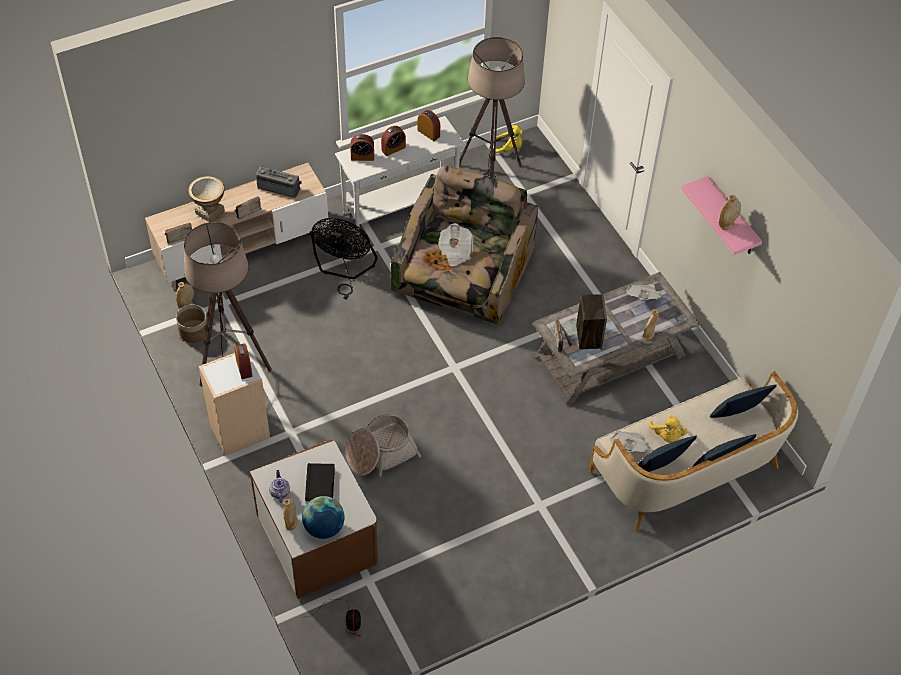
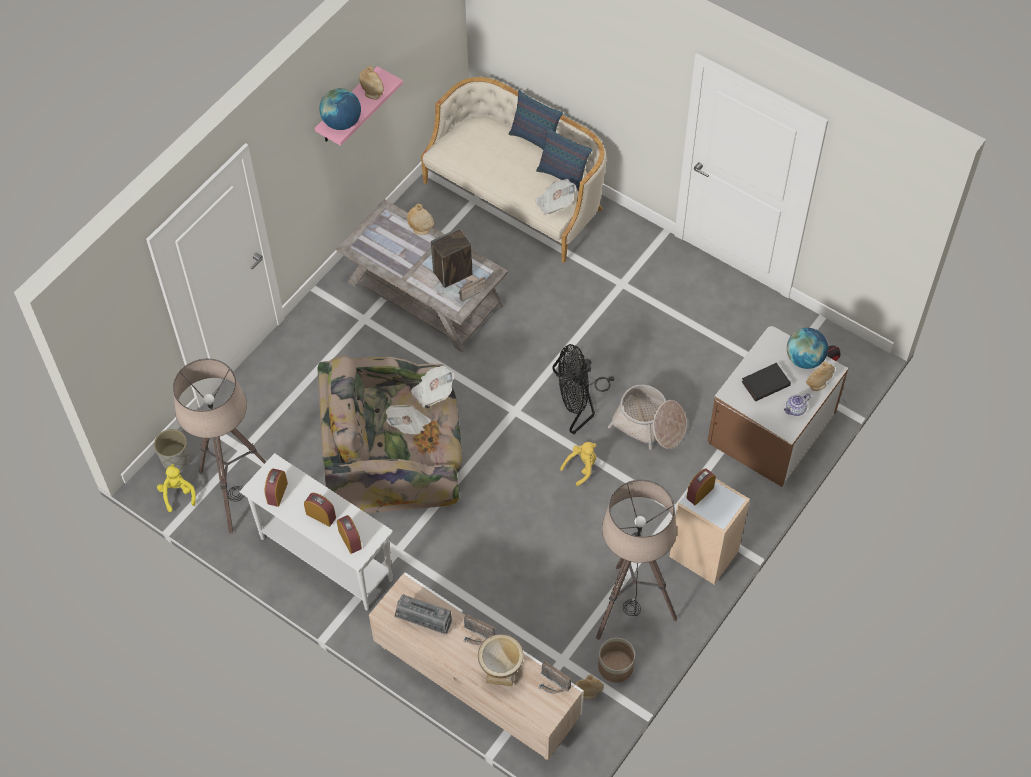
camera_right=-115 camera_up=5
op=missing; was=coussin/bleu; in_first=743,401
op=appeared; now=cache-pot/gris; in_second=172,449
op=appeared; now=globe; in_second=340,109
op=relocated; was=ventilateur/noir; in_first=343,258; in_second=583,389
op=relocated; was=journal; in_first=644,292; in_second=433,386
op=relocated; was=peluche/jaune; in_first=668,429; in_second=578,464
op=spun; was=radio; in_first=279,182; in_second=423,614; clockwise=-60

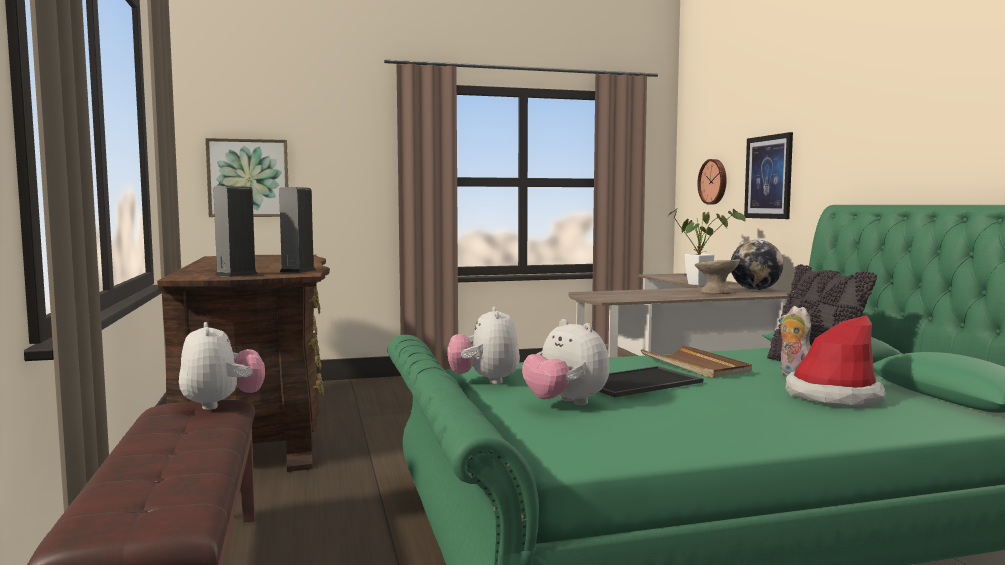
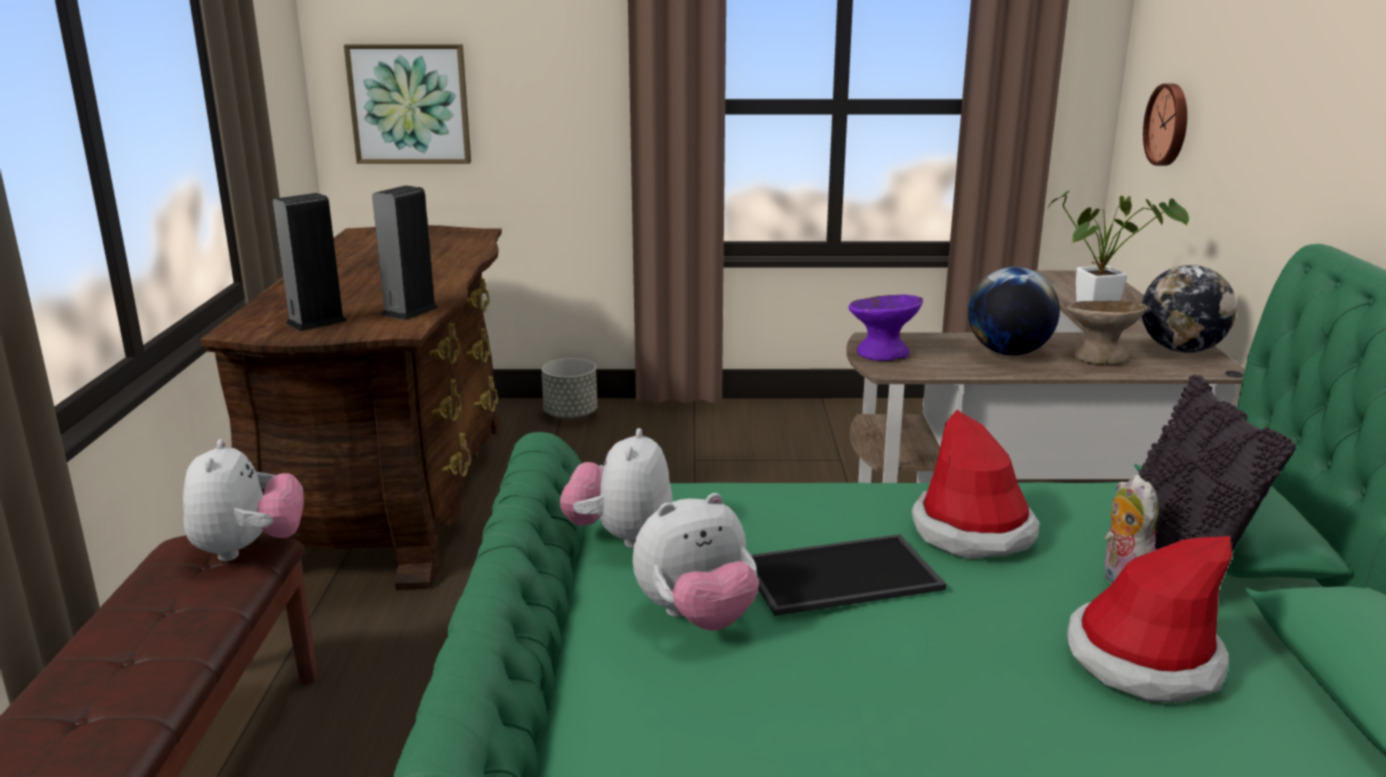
camera_right=15 camera_up=15
op=missing; was=tableau; in_first=768,175
op=appeared; now=cache-pot/gris; in_second=569,389
op=appeared; now=bol/violet; in_second=885,327
op=appeared; now=globe; in_second=1014,311
op=exchanged; was=plateau/marron; now=chapeau; in_first=696,361; in_second=975,485
op=spun; was=peluche; in_first=566,362; in_second=696,562; clockwise=-90

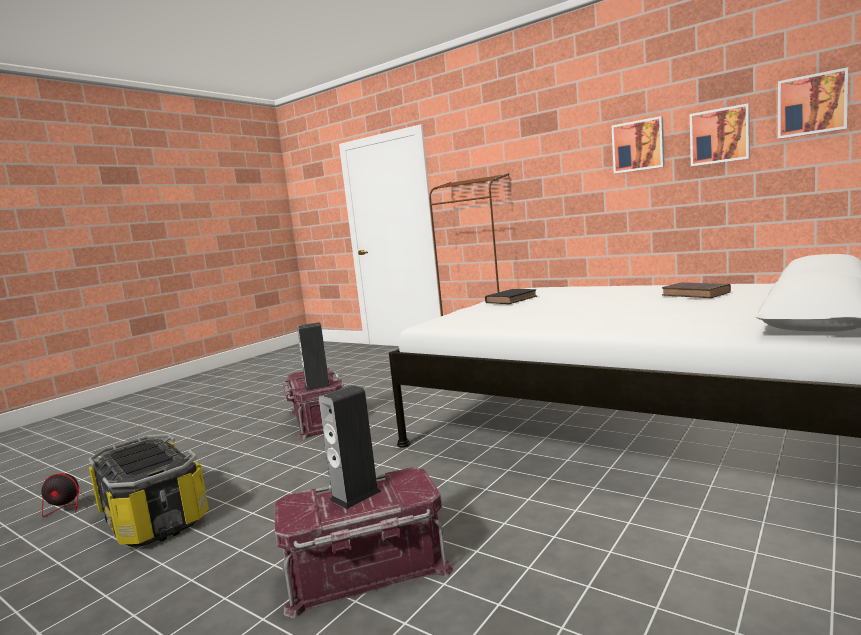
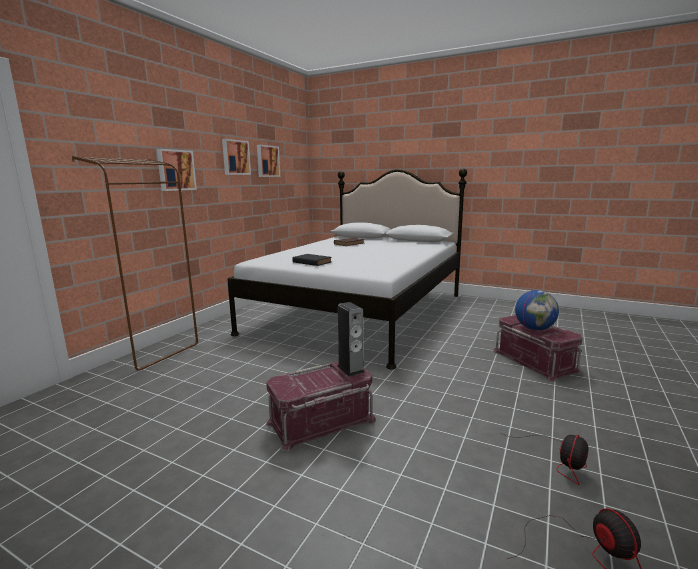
camera_right=-100 camera_up=5
op=relocated; was=tableau; in_first=813,103; in_second=177,170
op=exchanged; was=boîte de rangement; now=ventilateur; in_first=149,490; in_second=544,459
op=exchanged; was=enceinte; now=globe; in_first=350,447; in_second=537,310

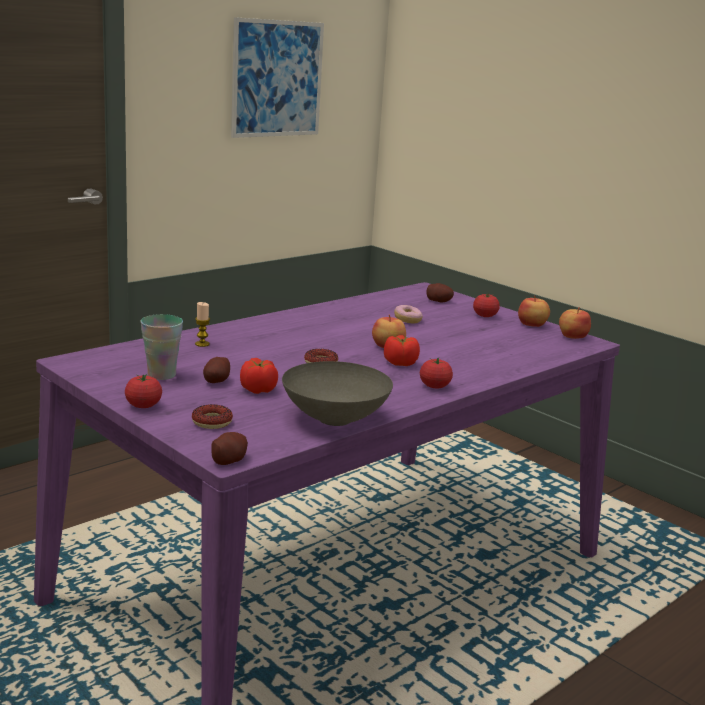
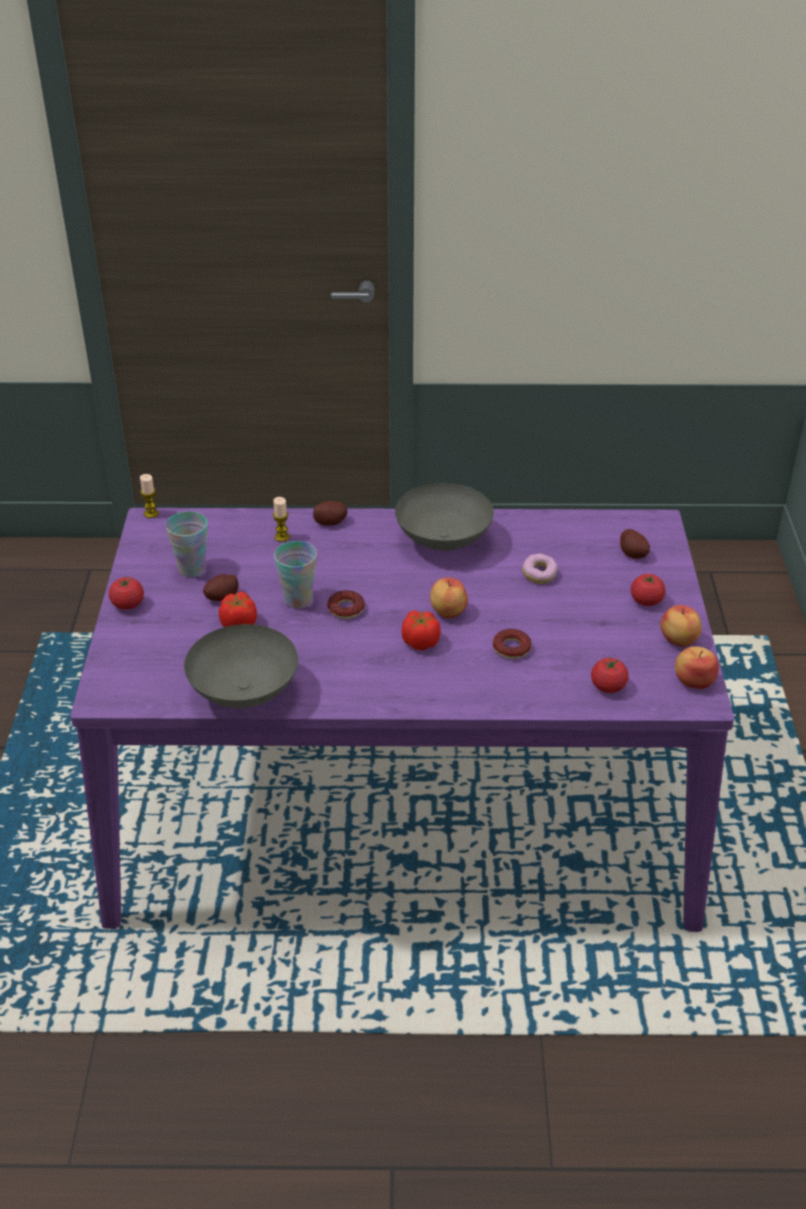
camera_right=45 camera_up=20
op=missing; was=tableau; in_first=277,77
op=appeared; now=bougie; in_second=149,496
op=appeared; now=tasse; in_second=295,575
op=appeared; now=bol/gris; in_second=444,517
op=relocated; was=beignet; in_first=212,416; in_second=512,644
op=relocated; was=pomme de terre; in_first=229,448; in_second=330,513
op=relocated; was=tomate; in_first=436,373; in_second=610,675

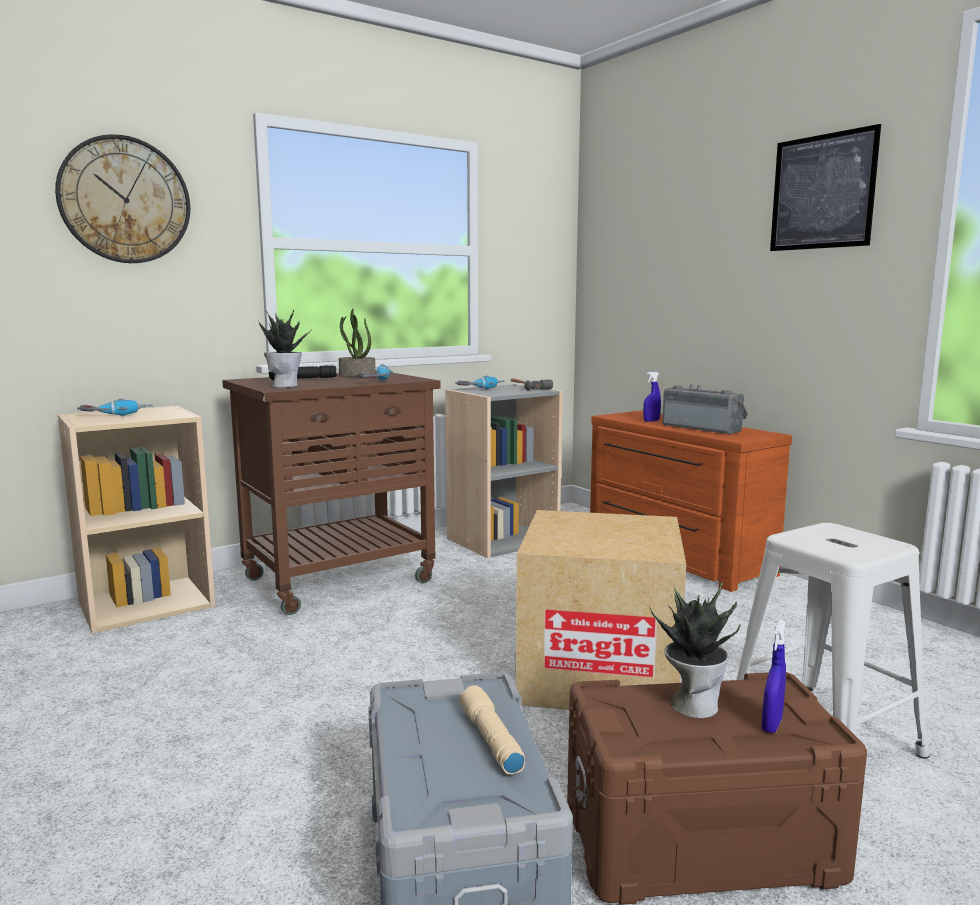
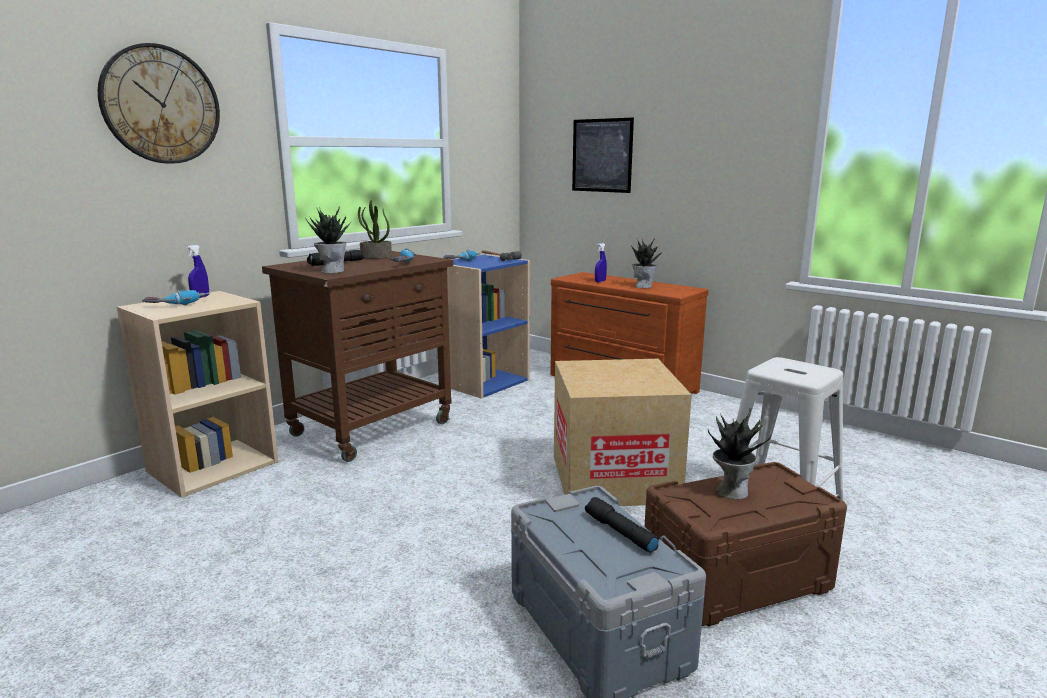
camera_right=-15 camera_up=5
op=relocated; was=vaporisateur/bleu; in_first=774,676; in_second=197,271
op=relocated; was=tableau; in_first=825,187; in_second=603,155
op=exchanged; was=radio; now=plante en pot; in_first=705,409; in_second=648,263
op=colour; was=bibliothèque/gris; now=bibliothèque/bleu; in_first=504,471; in_second=483,326
op=colour; was=lampe de poche/beige; now=lampe de poche/noir; in_first=492,729; in_second=622,525

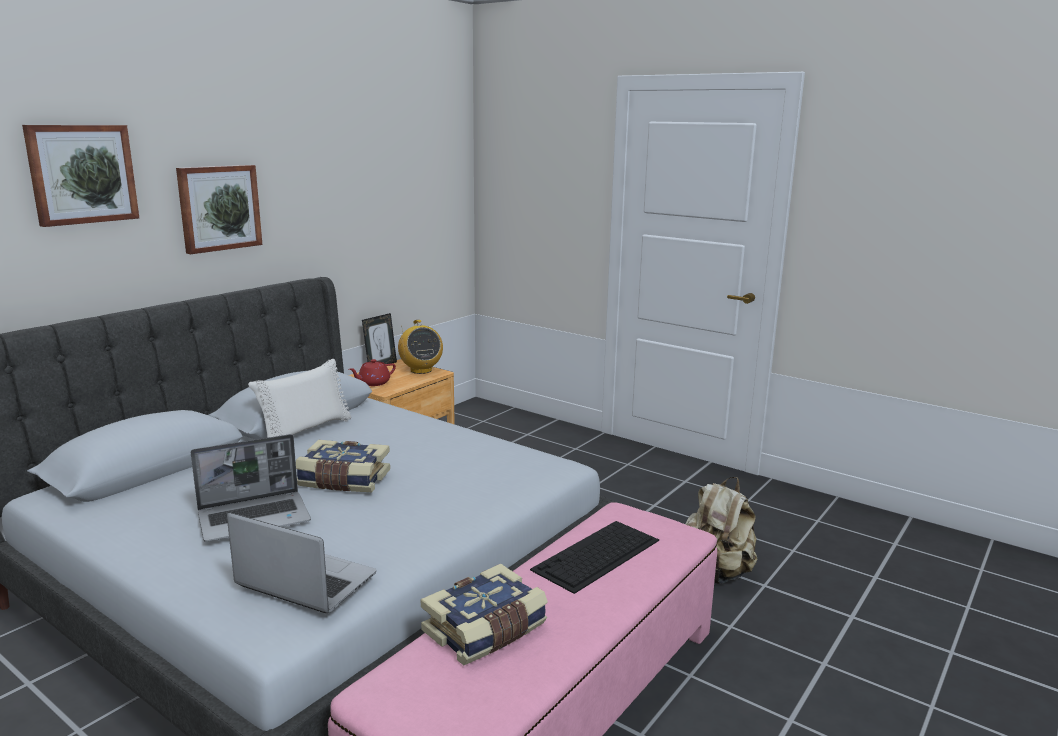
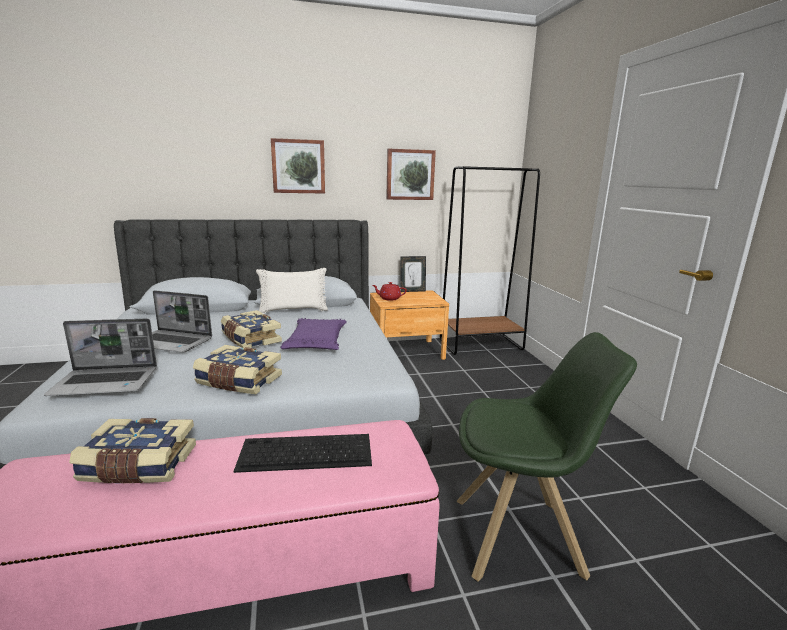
camera_right=40 camera_up=0
op=missing; was=radio; in_first=420,347
op=appeared; now=livre; in_second=237,369
op=appeared; now=coussin/violet; in_second=313,334
op=appeared; now=portant; in_second=490,260
op=relocated; was=tableau; in_first=80,176; in_second=411,174
op=exchanged; was=sac à dos/beige; now=chaise/vert; in_first=721,530; in_second=547,456
op=spun; was=ordinateur portable; in_first=301,562; in_second=100,357; clockwise=105

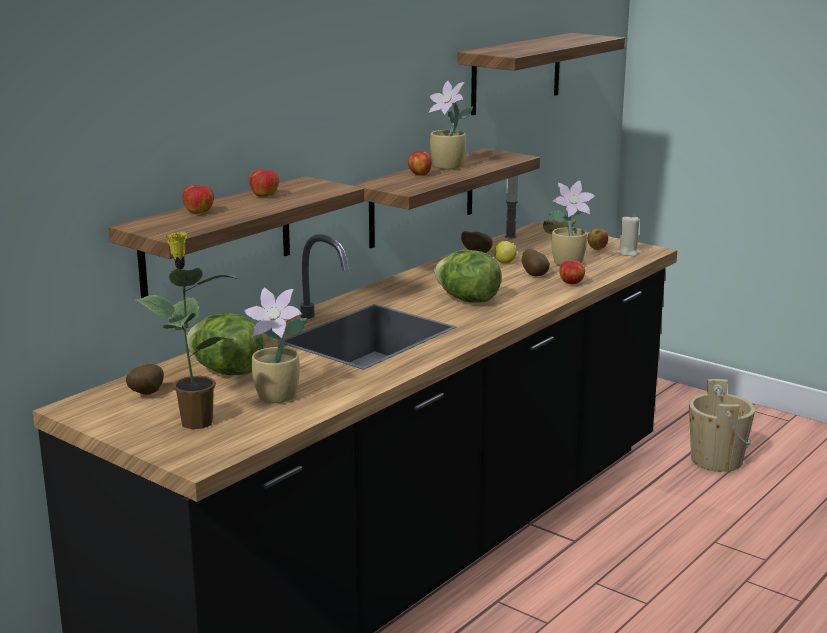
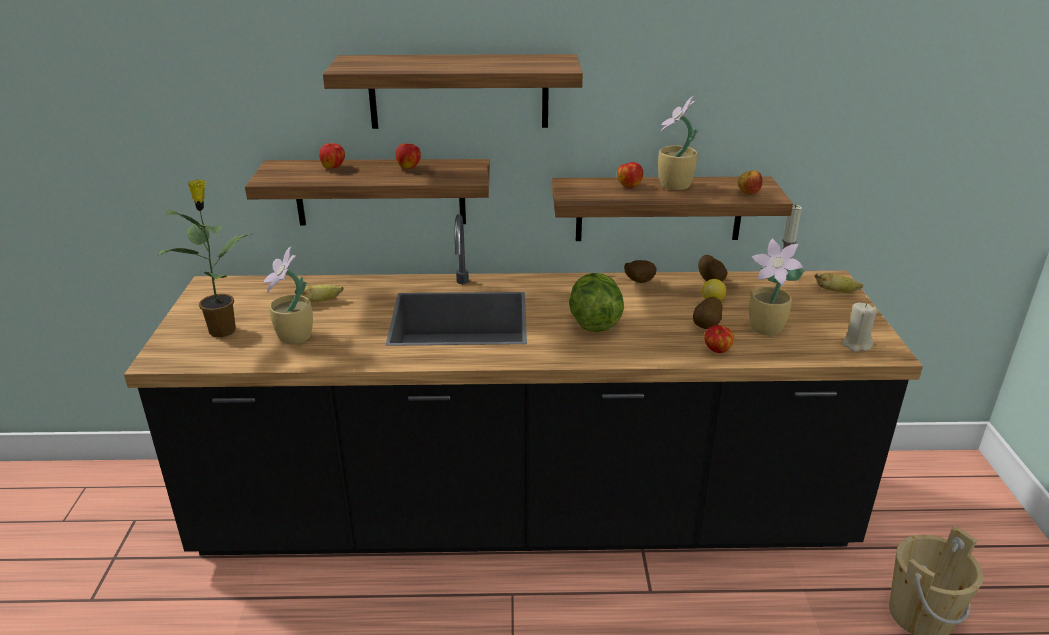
camera_right=50 camera_up=10
op=relocated; was=pomme de terre; in_first=145,379; in_second=640,271
op=relocated; was=étagère; in_first=541,74; in_second=453,91
op=relocated; was=pomme; in_first=597,239; in_second=750,182
op=exchanged; was=laitue; now=banane; in_first=226,344; in_second=319,293

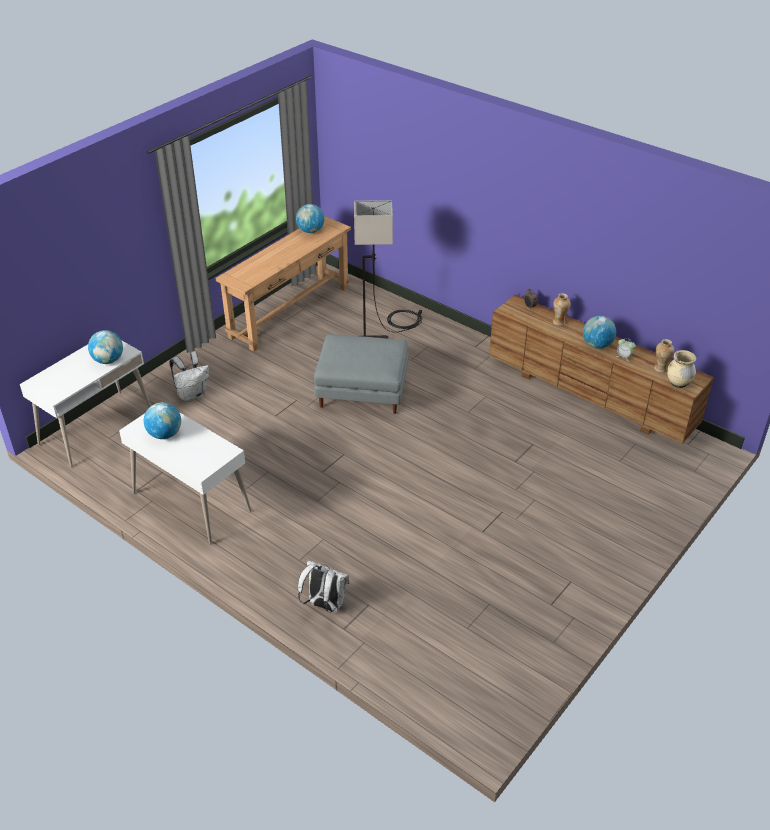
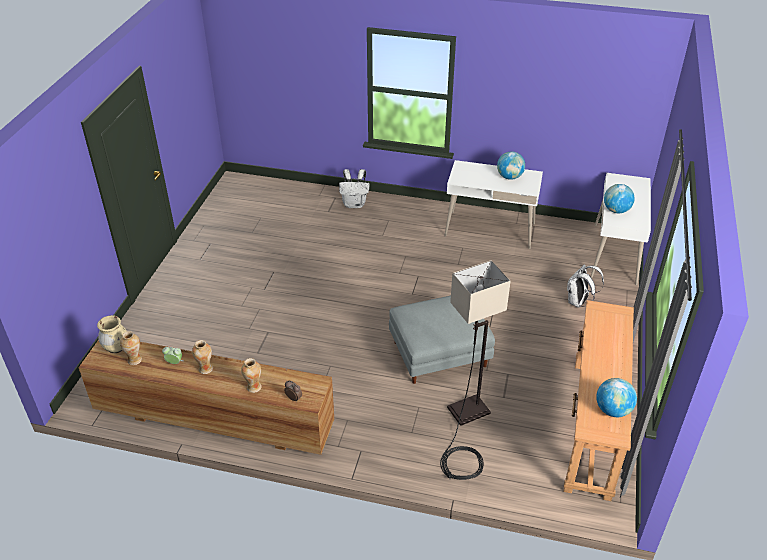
camera_right=155 camera_up=0
op=exchanged; was=globe; now=vase; in_first=599,332; in_second=202,357

